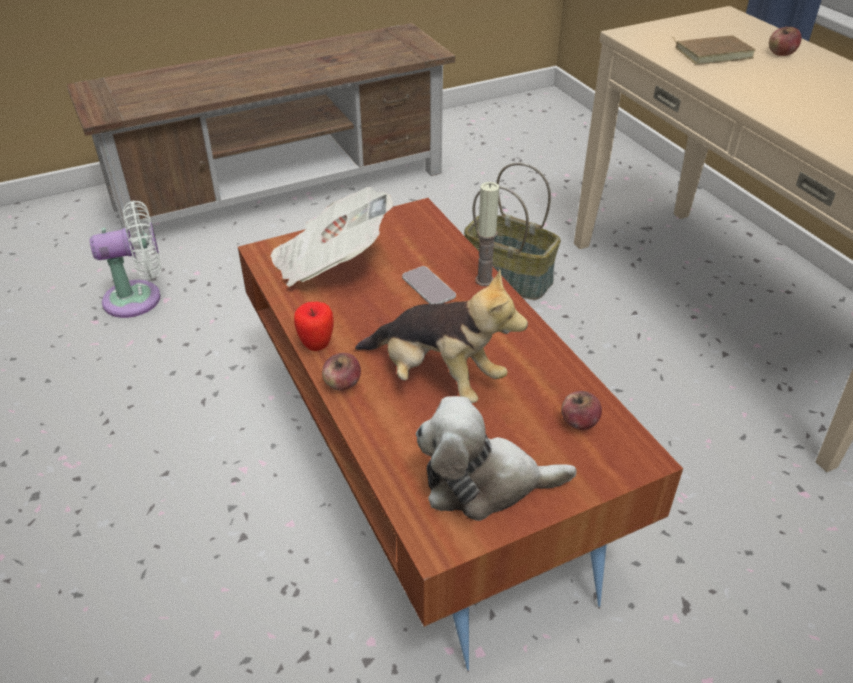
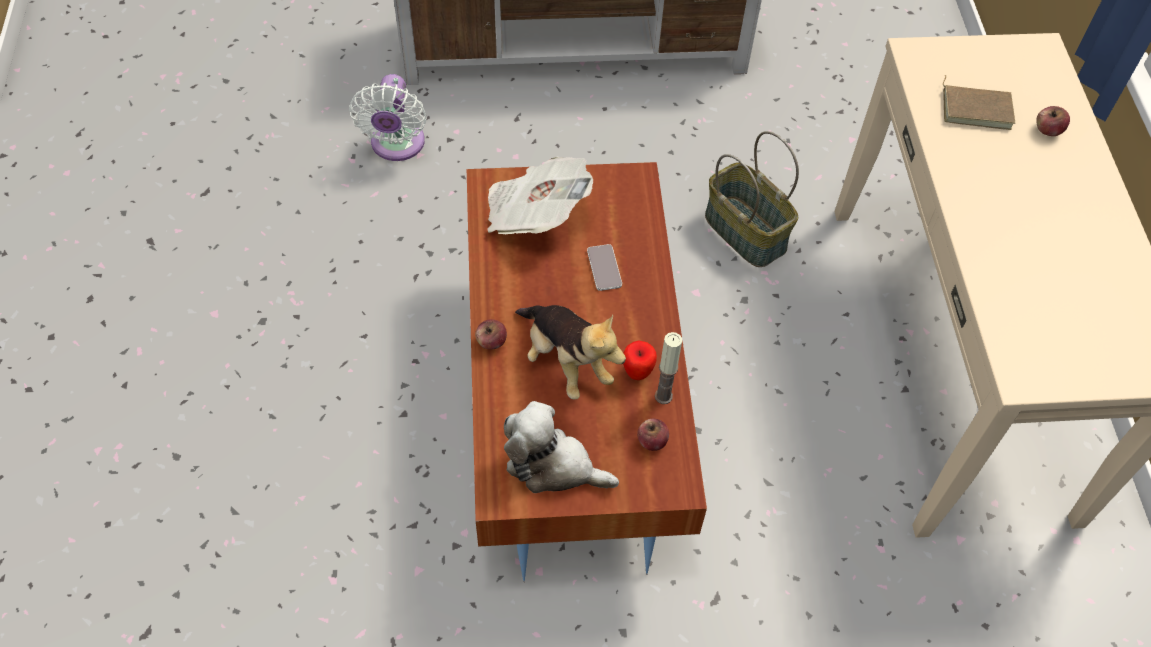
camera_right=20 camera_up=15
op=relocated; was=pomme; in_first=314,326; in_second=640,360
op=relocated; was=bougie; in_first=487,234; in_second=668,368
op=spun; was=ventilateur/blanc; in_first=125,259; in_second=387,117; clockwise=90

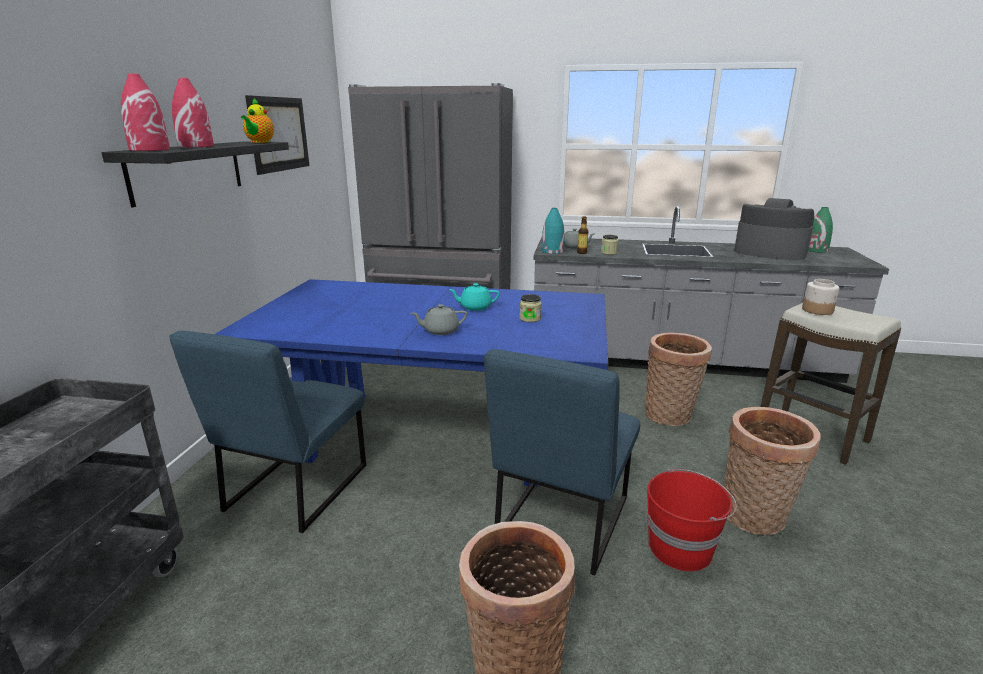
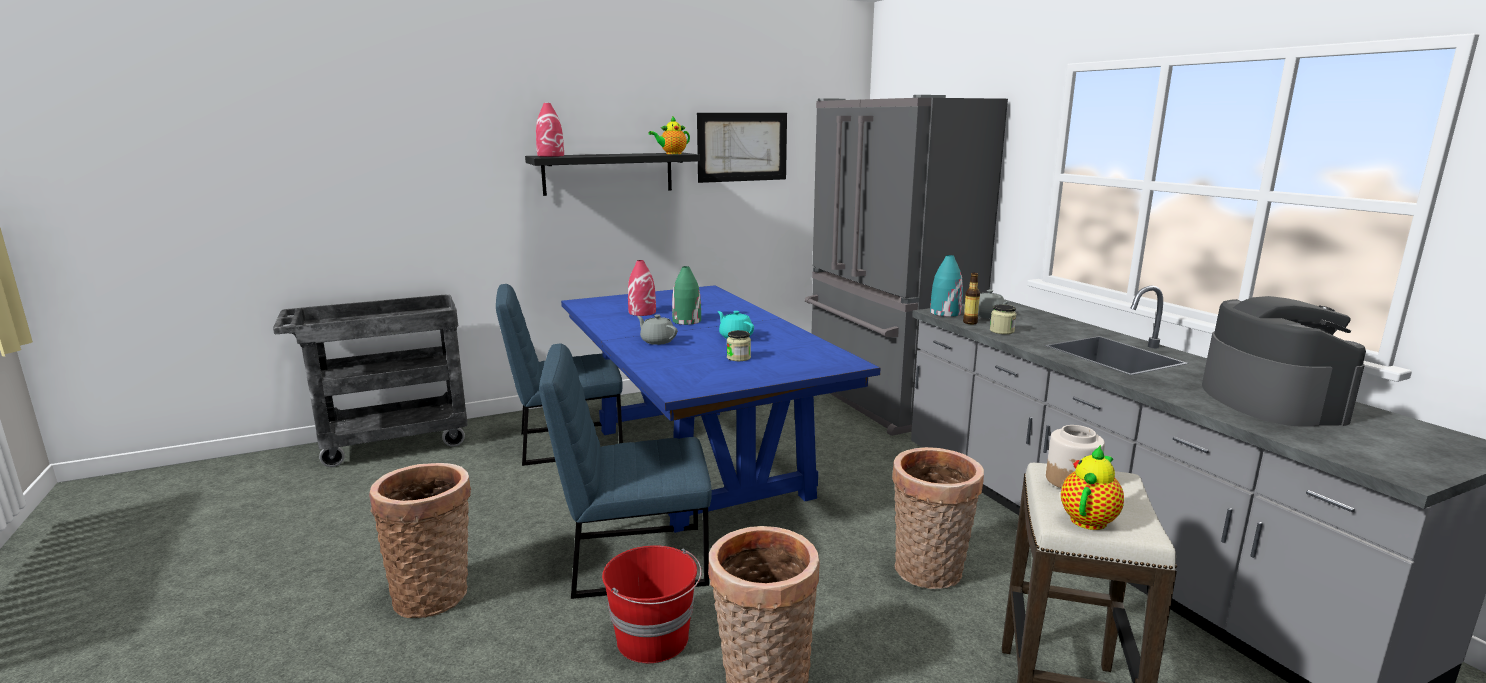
camera_right=55 camera_up=-5
op=appeared; now=théière; in_second=1092,487
op=relocated; was=vase/rouge; in_first=193,112; in_second=642,288
op=relocated; was=vase/vert; in_first=820,229; in_second=686,295

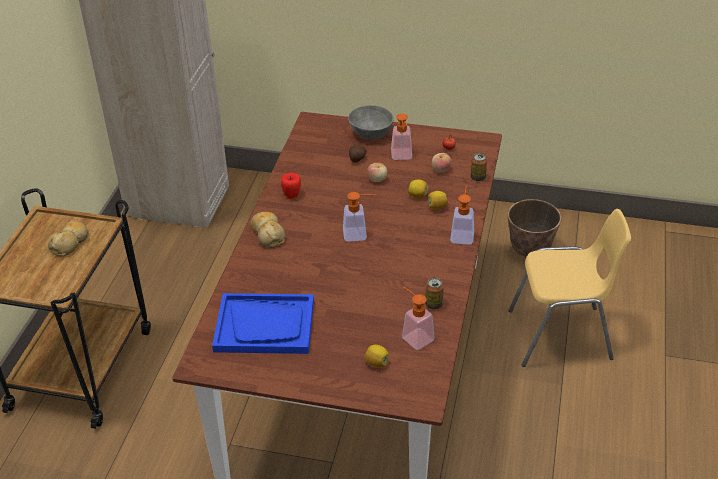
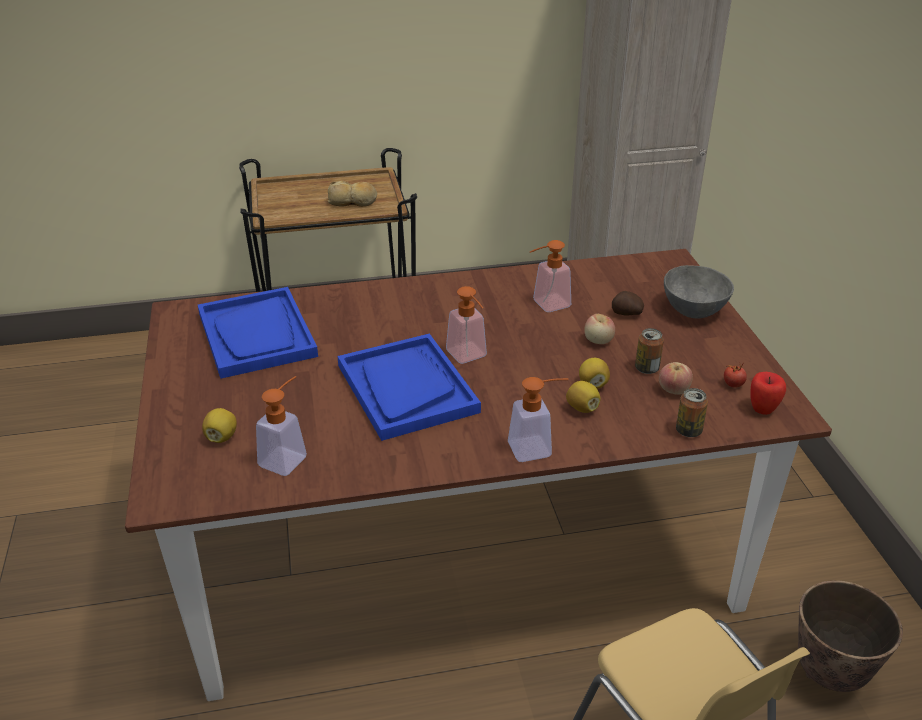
camera_right=65 camera_up=-5
op=missing; was=pain; in_first=267,230
op=appeared; now=plateau/bleu; in_second=409,387
op=relocated; was=pomme; in_first=291,186; in_second=768,393
op=relocated; was=distributeur de savon; in_first=401,137; in_second=550,276
op=relocated; was=boîte métallique; in_first=434,293; in_second=649,351

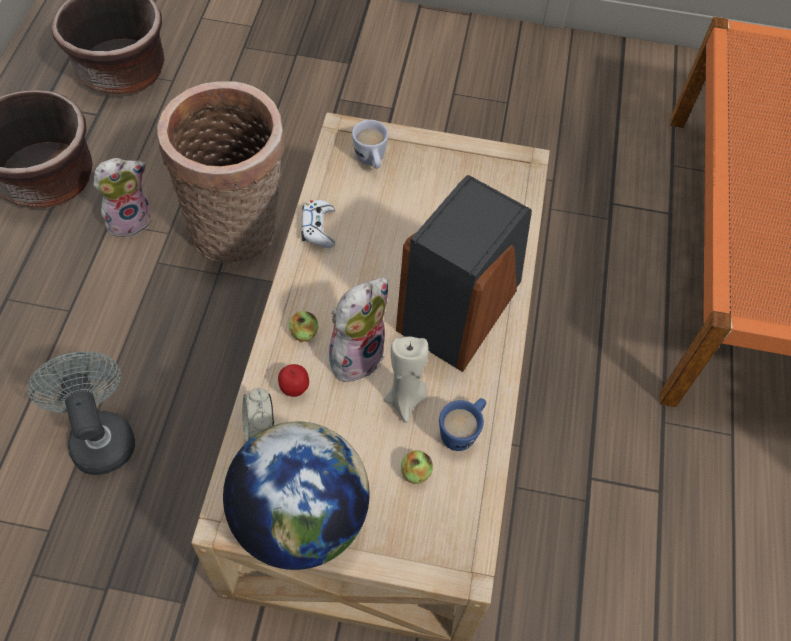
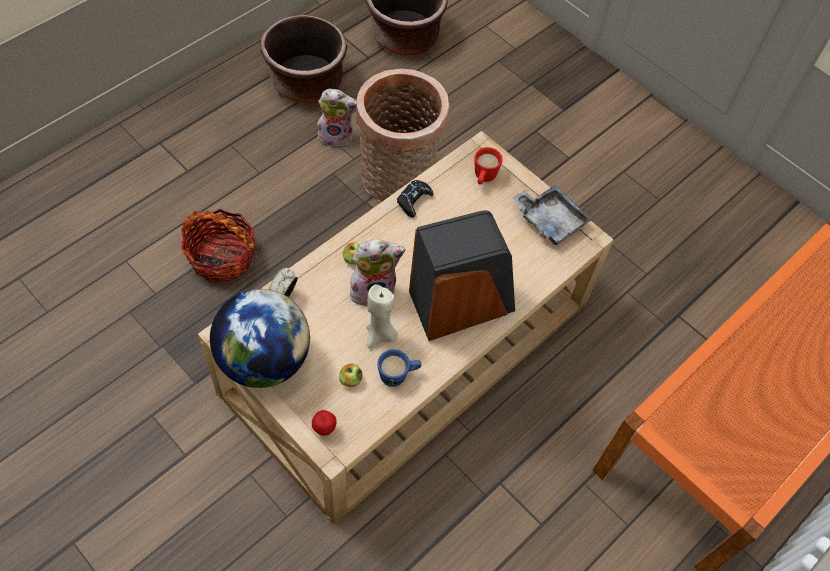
camera_right=35 camera_up=0
op=appeared; now=plateau/gris; in_second=552,215
op=relocated; was=pomme; in_first=293,380; in_second=324,423
op=exchanged; was=ventilateur/gris; now=panier; in_first=81,413; in_second=218,245
op=colour; was=manette/blanc; now=manette/noir; in_first=318,224; in_second=415,199
op=colour; was=mug/blanc; now=mug/rouge; in_first=370,144; in_second=488,166

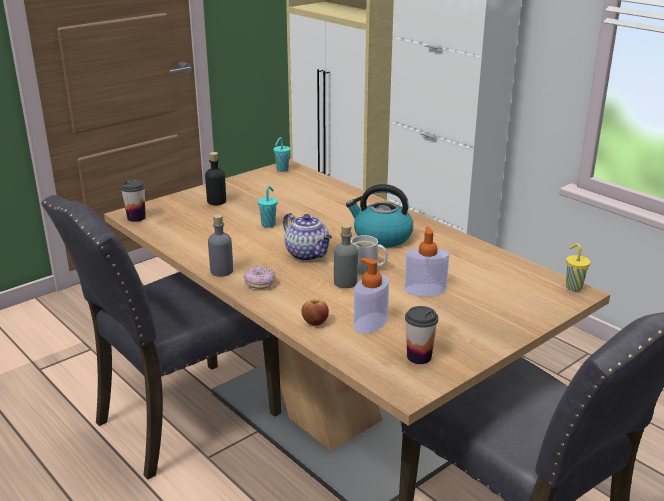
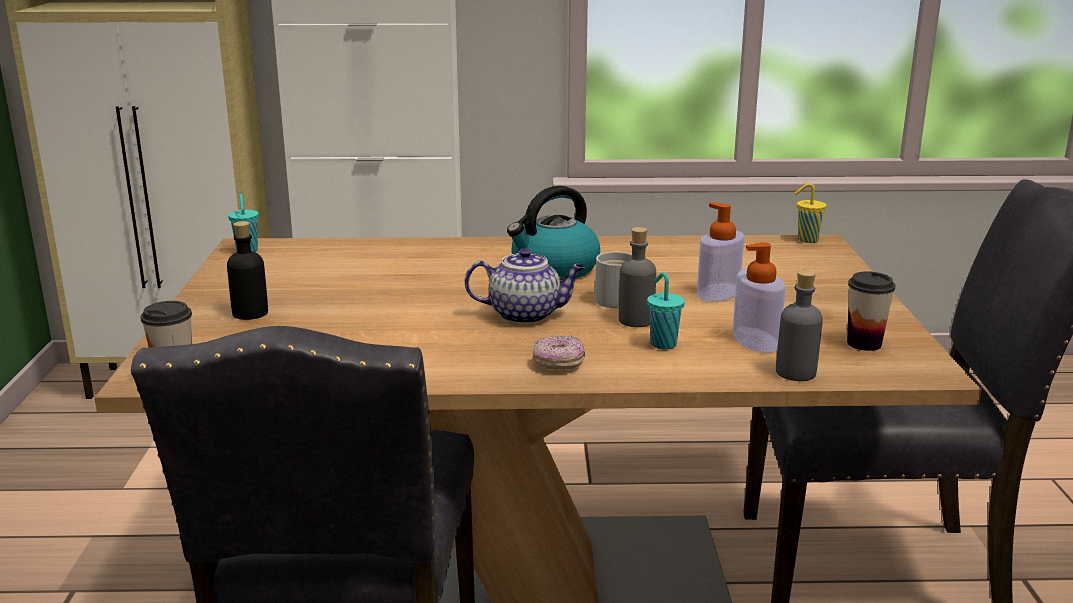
camera_right=-50 camera_up=-5
op=missing; was=pomme; in_first=315,312
op=relocated; was=bouteille/gris; in_first=220,245; in_second=799,325
op=relocated; was=tasse/turquoise; in_first=268,207; in_second=666,310

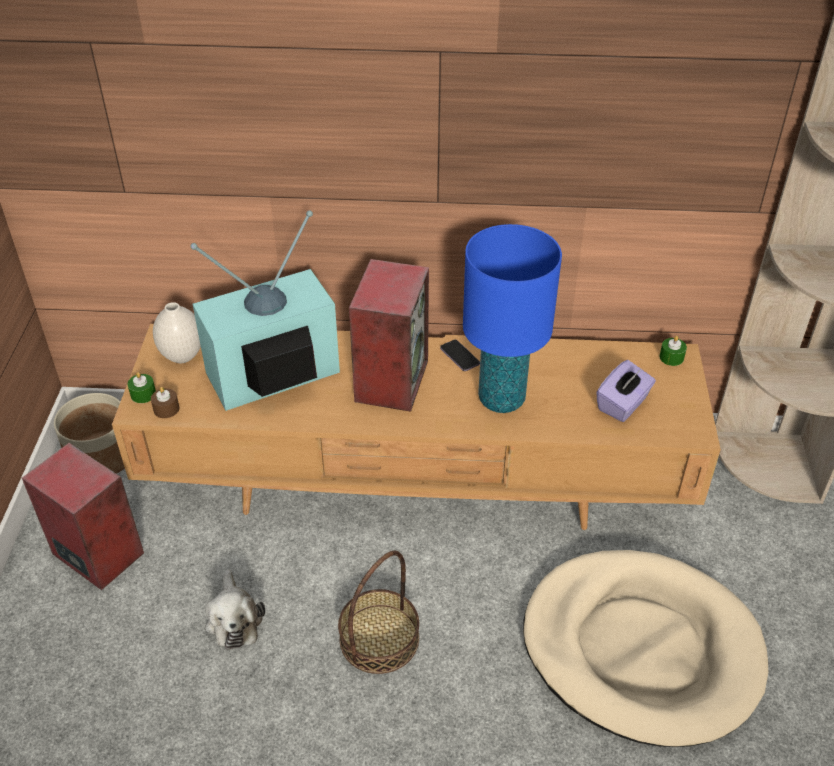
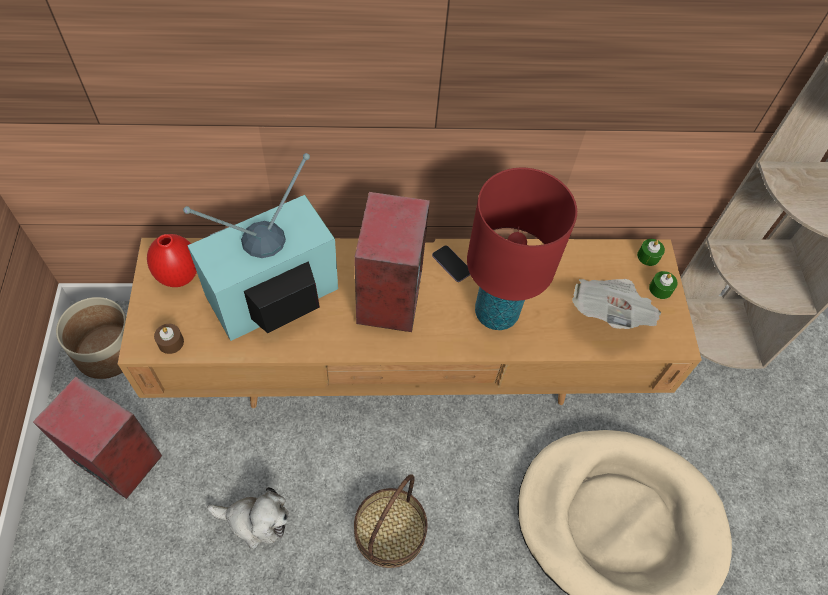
camera_right=-10 camera_up=15
op=relocated; was=bougie/vert; in_first=142,387; in_second=663,285
op=exchanged; was=boîte à mouchoirs/violet; now=journal; in_first=626,391; in_second=616,304
op=colour; was=vase/blanc; now=vase/rouge; in_first=177,332; in_second=172,260
op=colour; was=lampe de table/bleu; now=lampe de table/rouge; in_first=512,318; in_second=522,249
op=spun; was=peluche; in_first=235,610; in_second=247,518; clockwise=-60

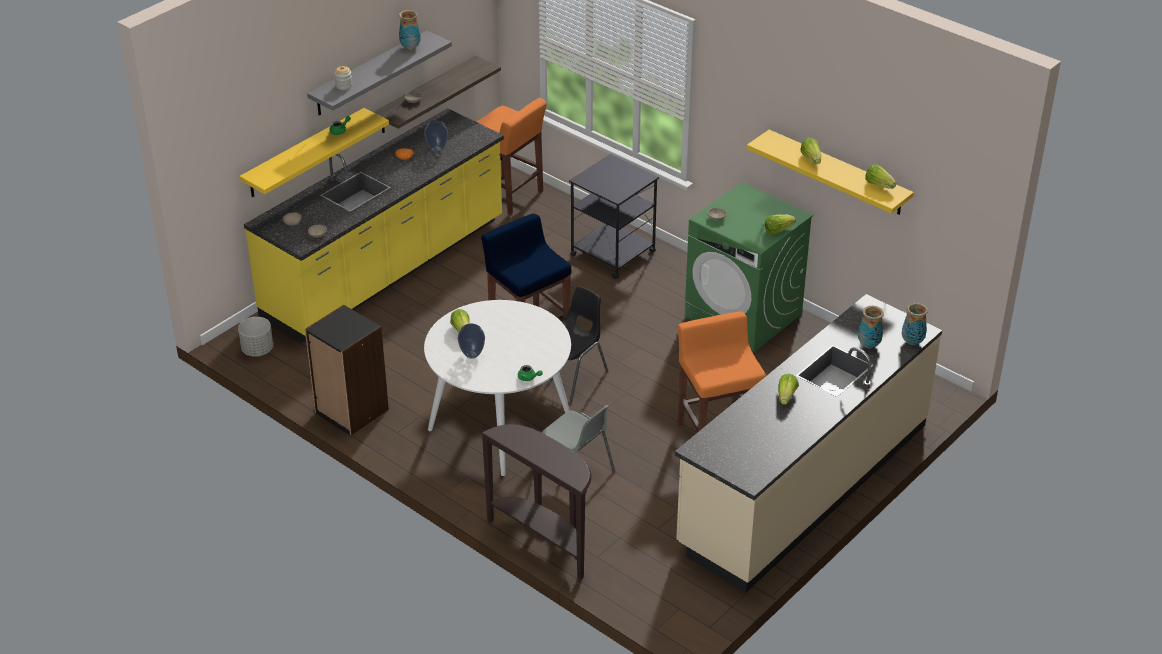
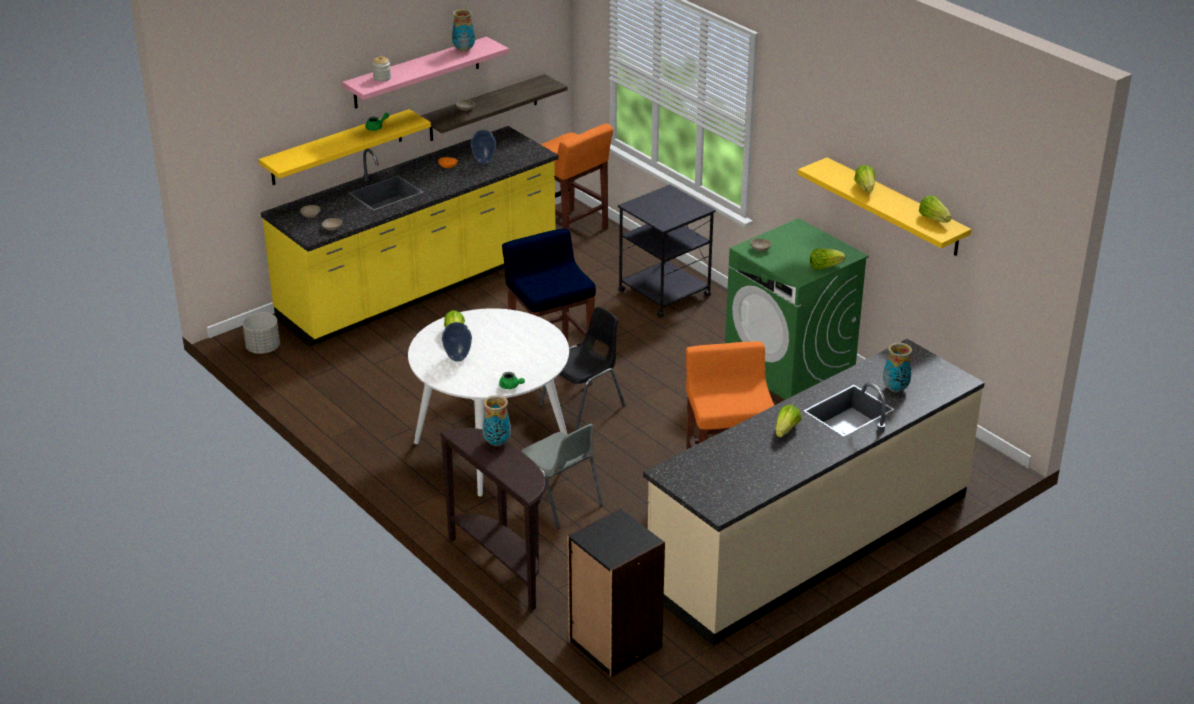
camera_right=10 camera_up=-5
op=relocated; was=bibliothèque/noir; in_first=347,370; in_second=616,592
op=relocated; was=vase; in_first=915,324; in_second=496,420
op=colour; was=étagère/gris; now=étagère/rose; in_first=379,73; in_second=425,72

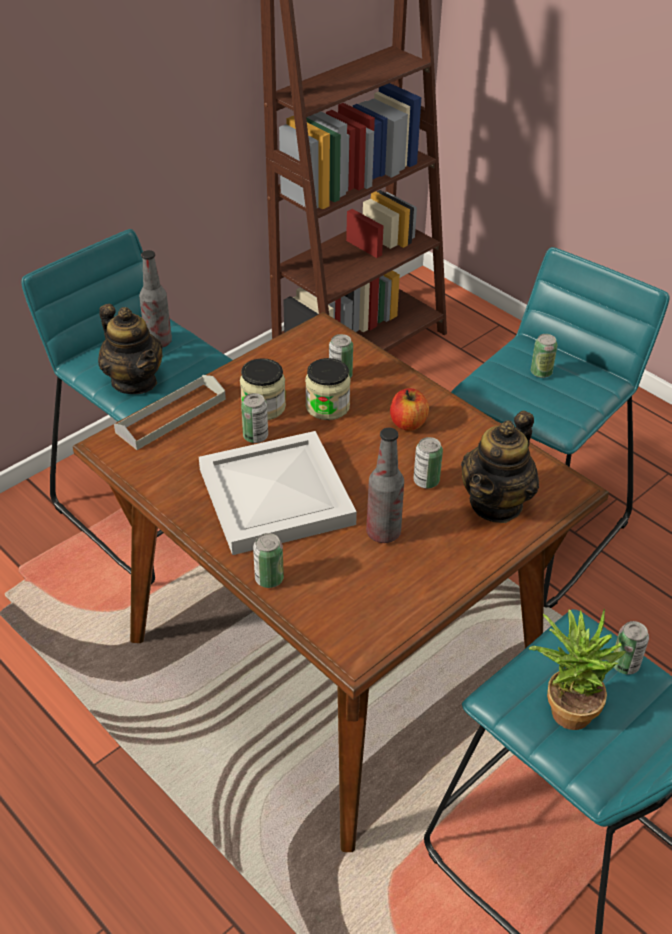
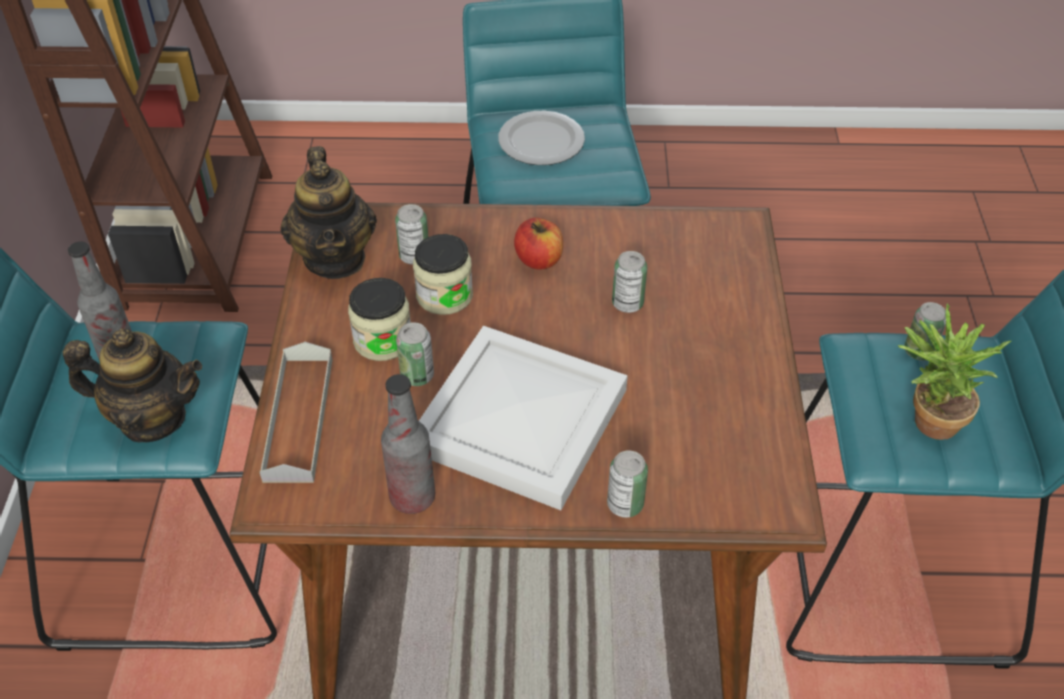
camera_right=-45 camera_up=5
op=relocated; was=bouteille; in_first=385,485; in_second=408,444
op=relocated; was=théière; in_first=500,467; in_second=329,212
op=exchanged; was=boîte métallique; now=assiette; in_first=544,356; in_second=541,138

